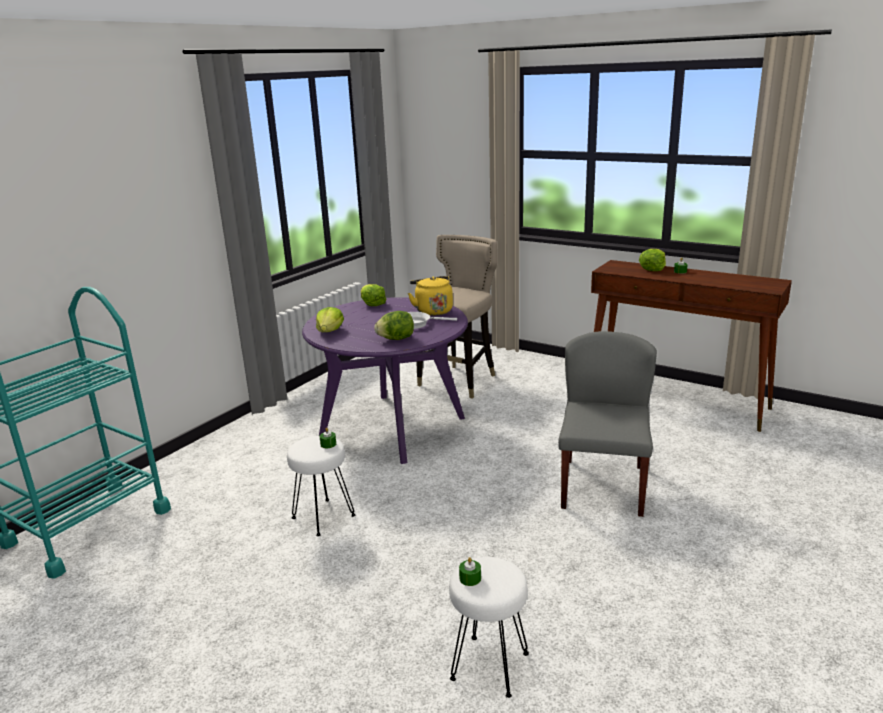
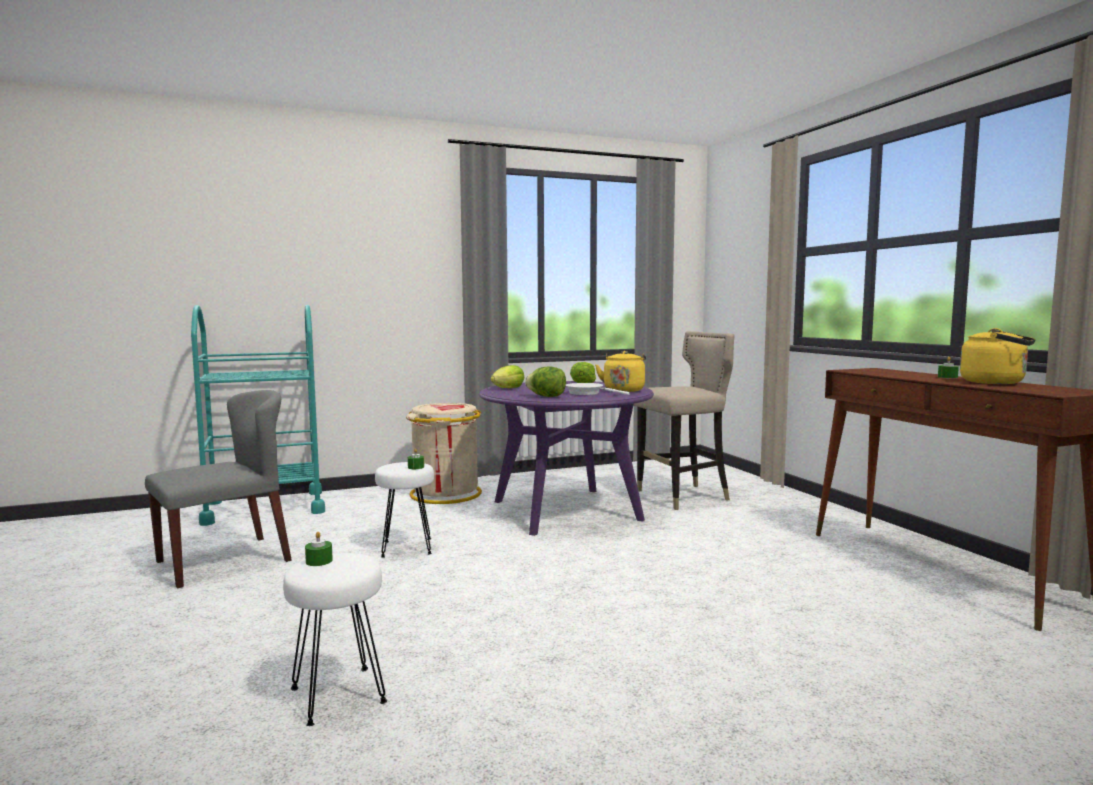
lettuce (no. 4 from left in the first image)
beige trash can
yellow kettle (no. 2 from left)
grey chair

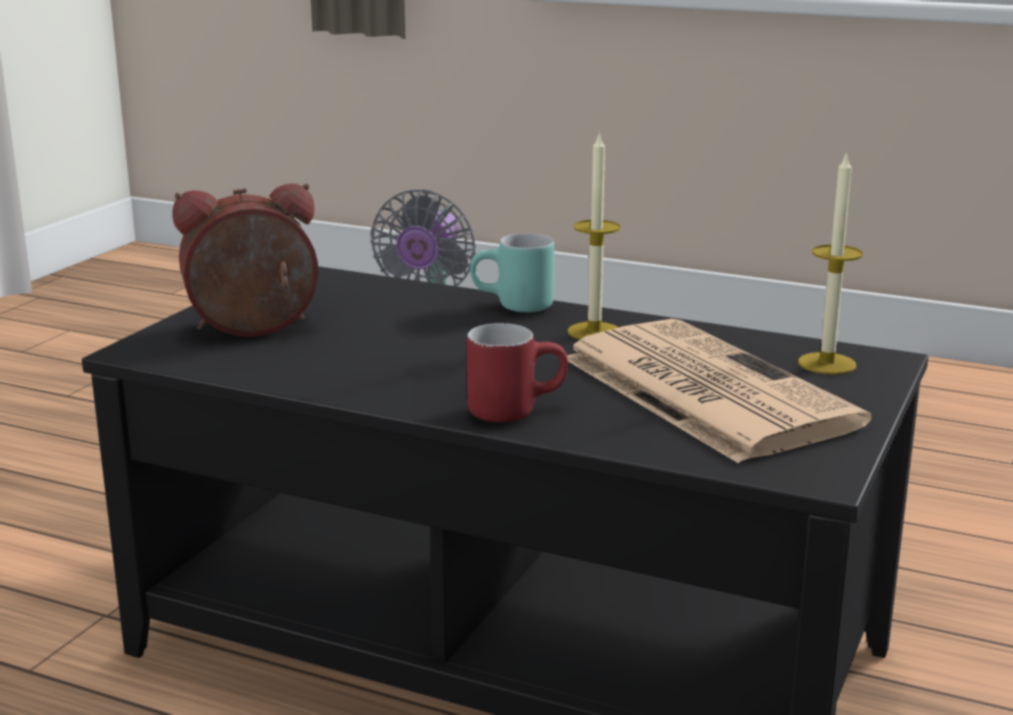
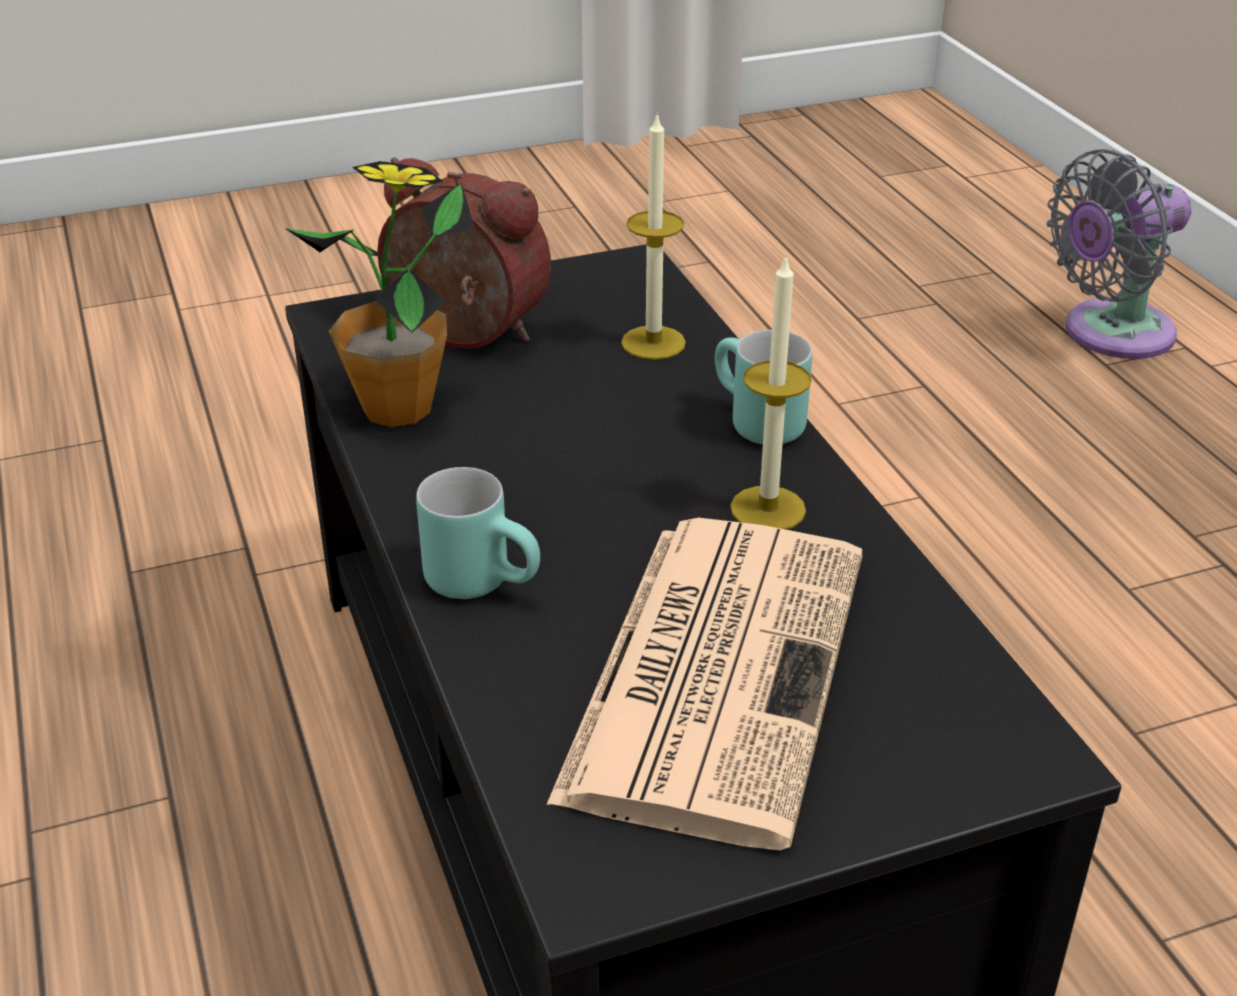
potted plant
candle (no. 1 from left)
turquoise mug (no. 1 from left)

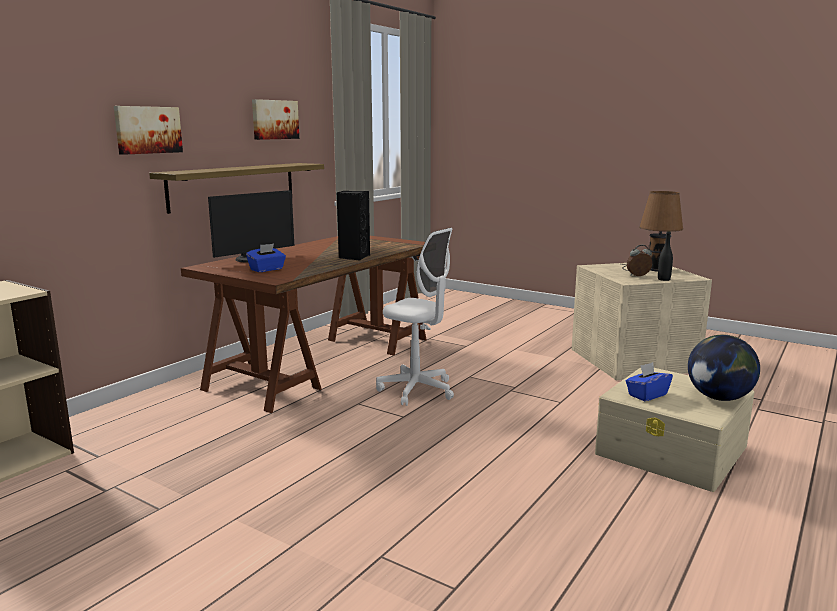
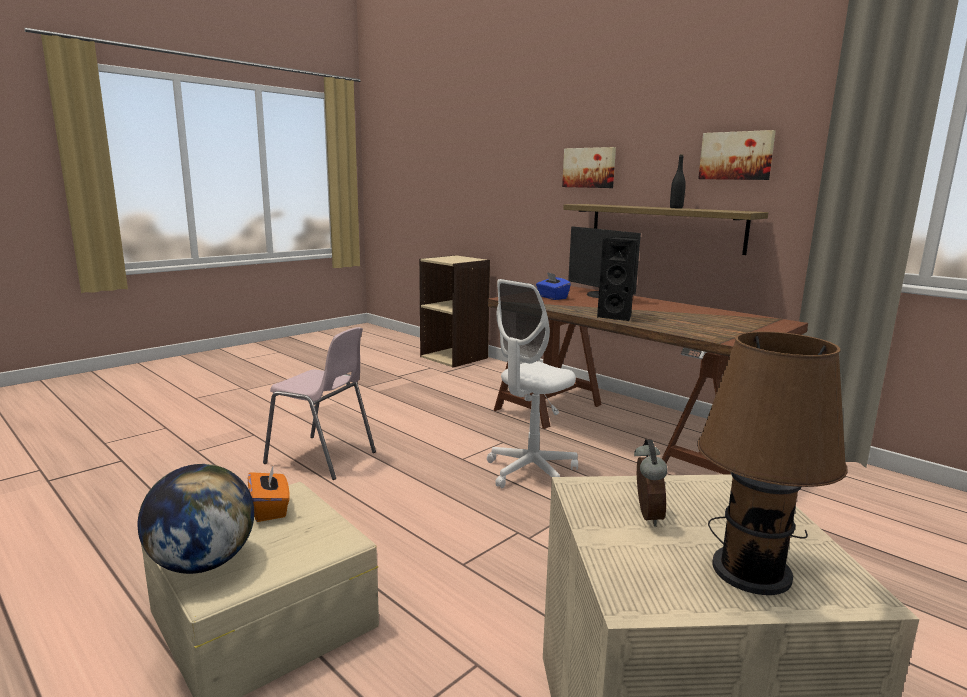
pink chair
black bottle
orange tissue box

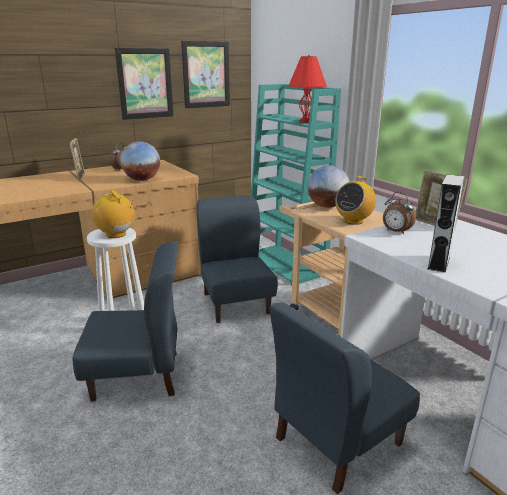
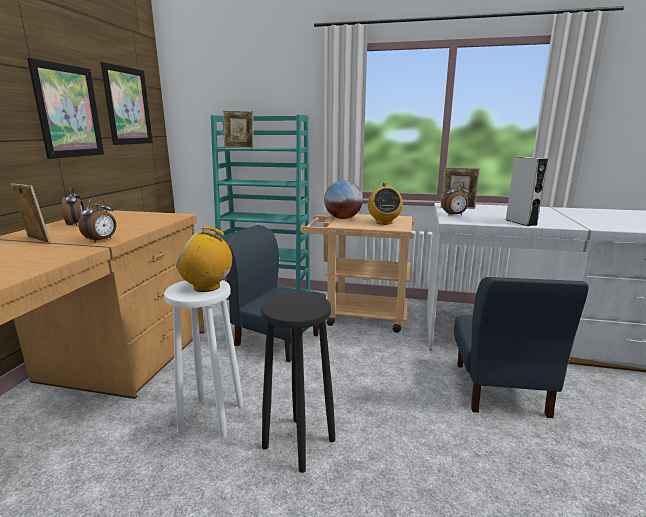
globe (no. 1 from left in the first image)
red table lamp
alarm clock (no. 2 from left)
picture frame (no. 2 from left)
black stool

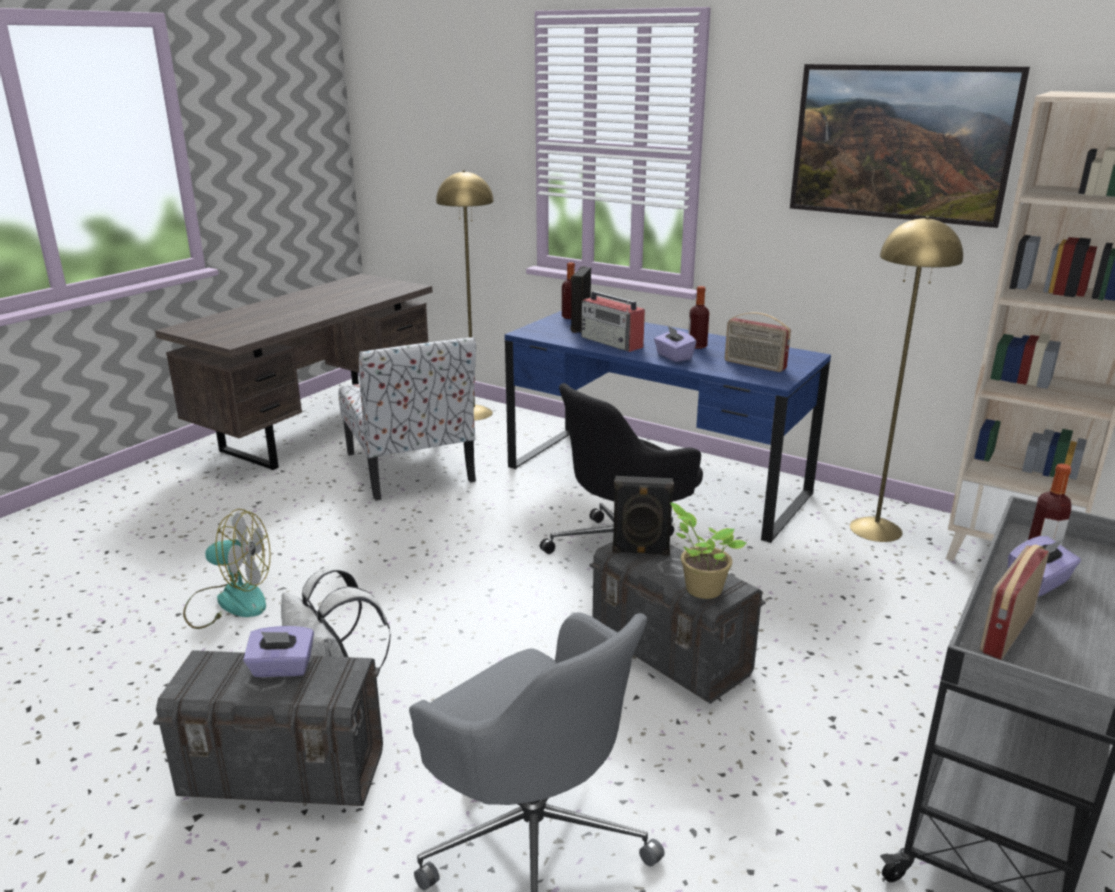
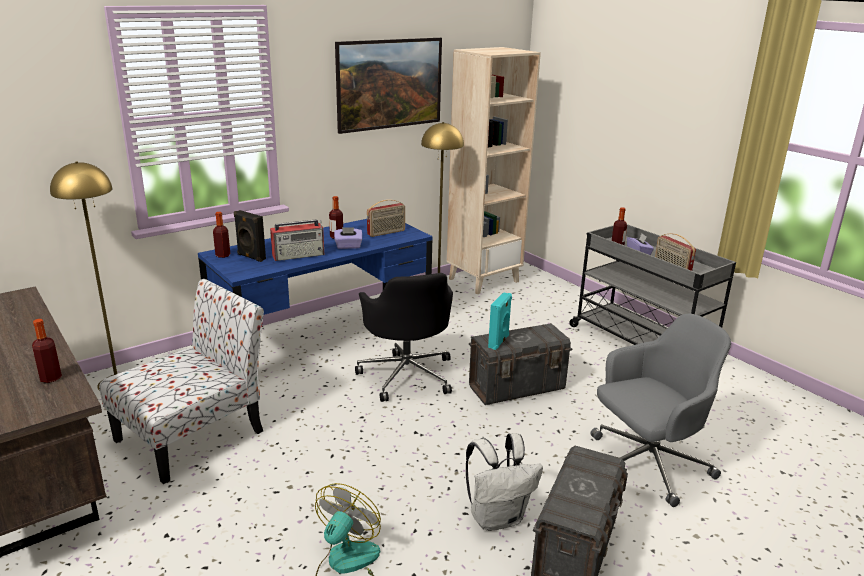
purple tissue box (no. 1 from left in the first image)
potted plant
bottle (no. 1 from left)
turquoise speaker
chair

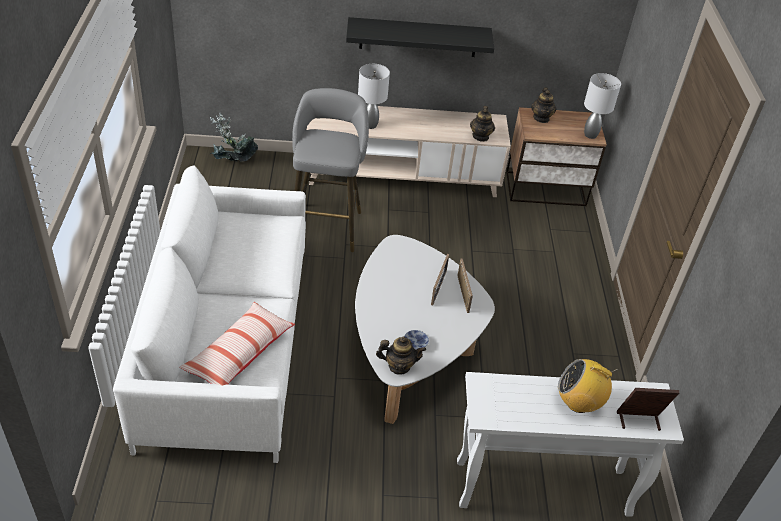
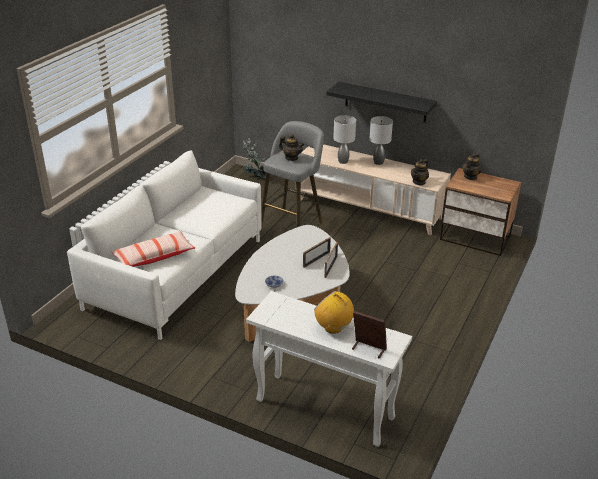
teapot (no. 1 from left)
grey table lamp (no. 2 from left)

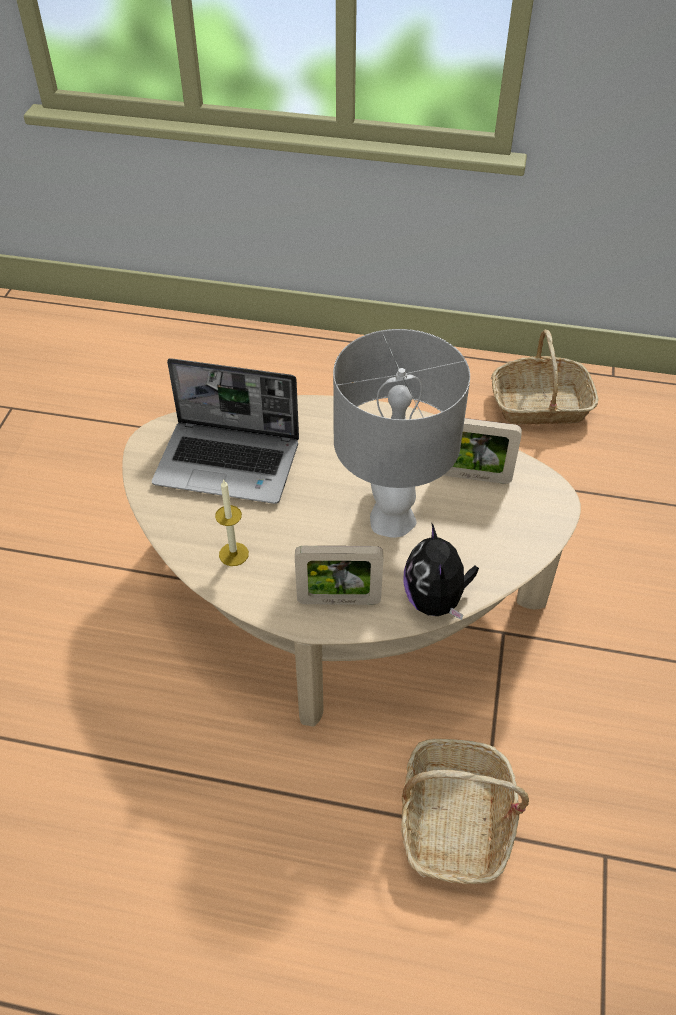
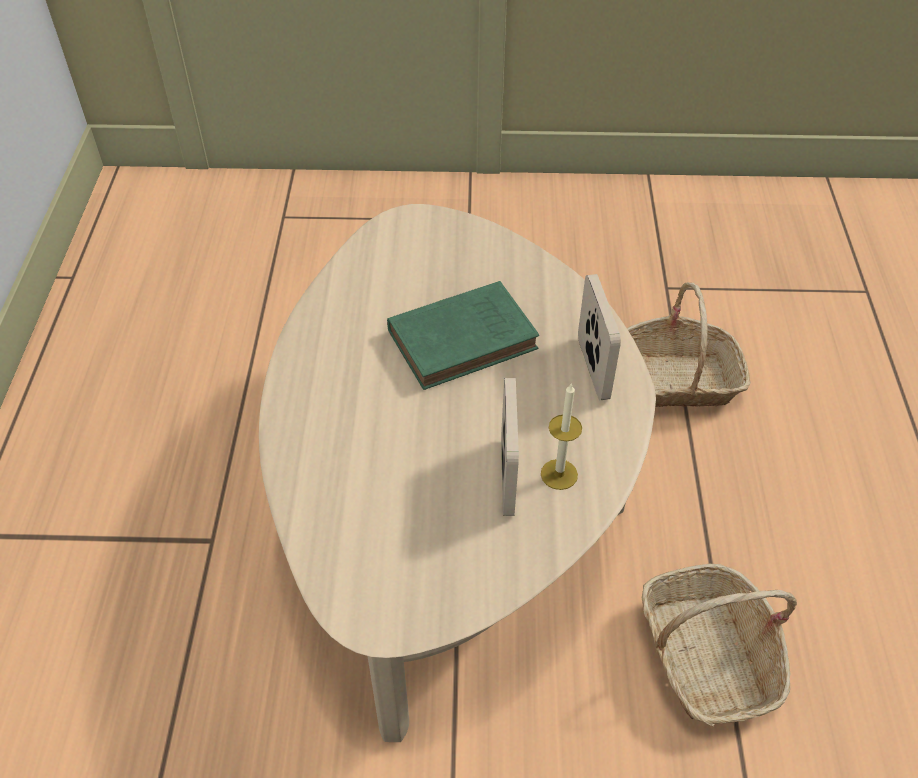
laptop
plush toy
picture frame (no. 1 from left)
basket (no. 2 from left)
green book

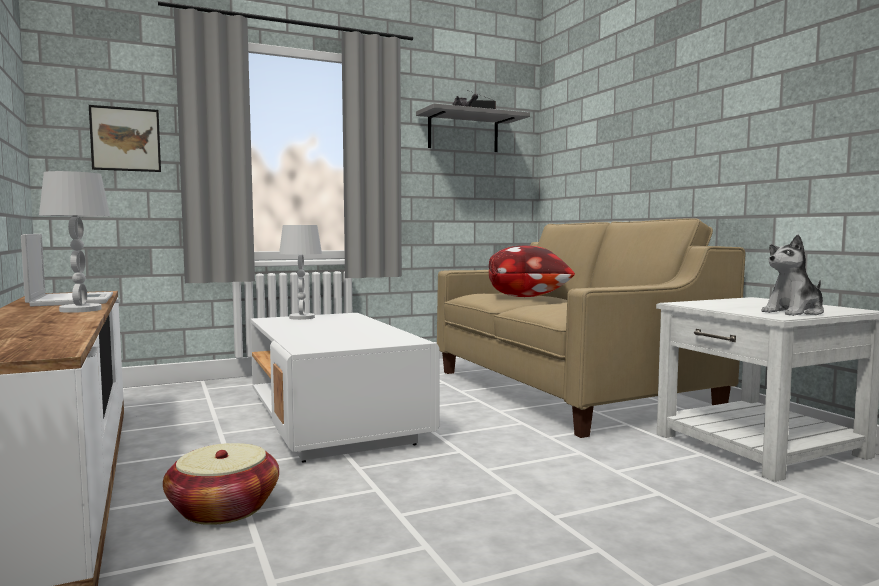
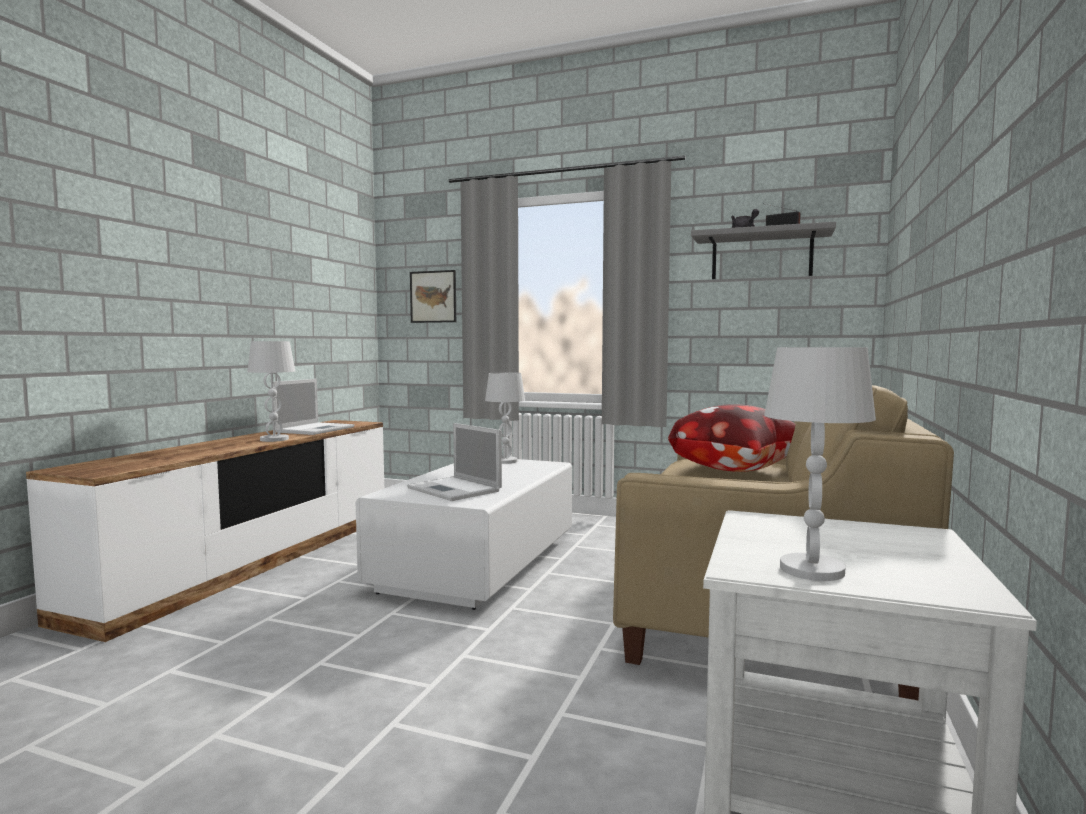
basket
laptop (no. 2 from left)
white table lamp (no. 3 from left)

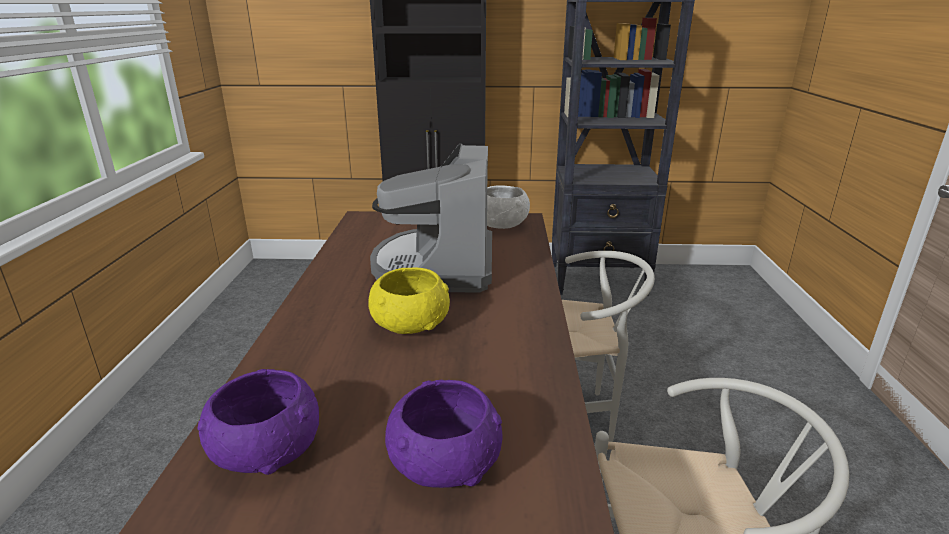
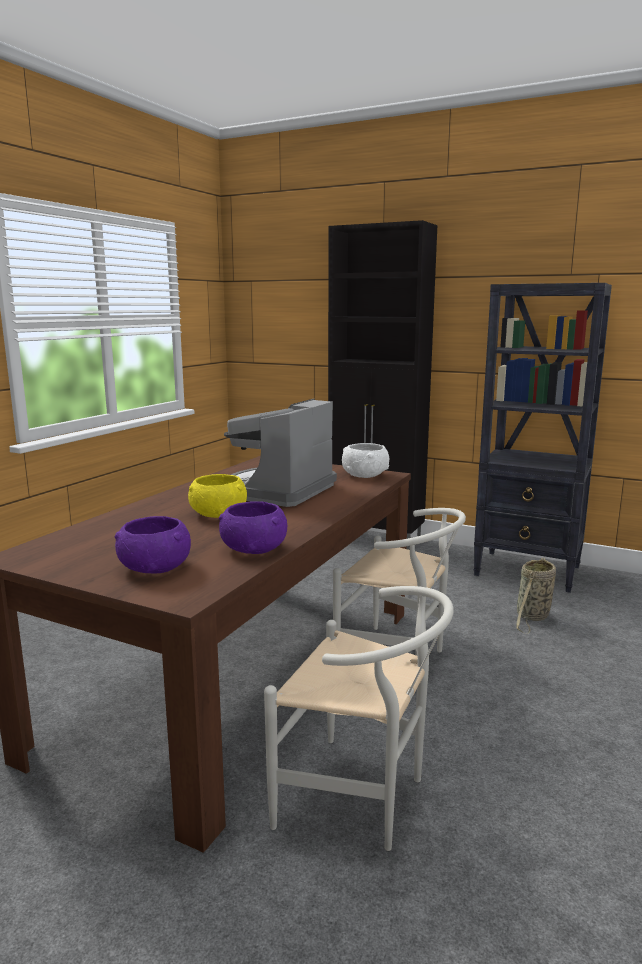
basket
purple bowl (no. 2 from left)

